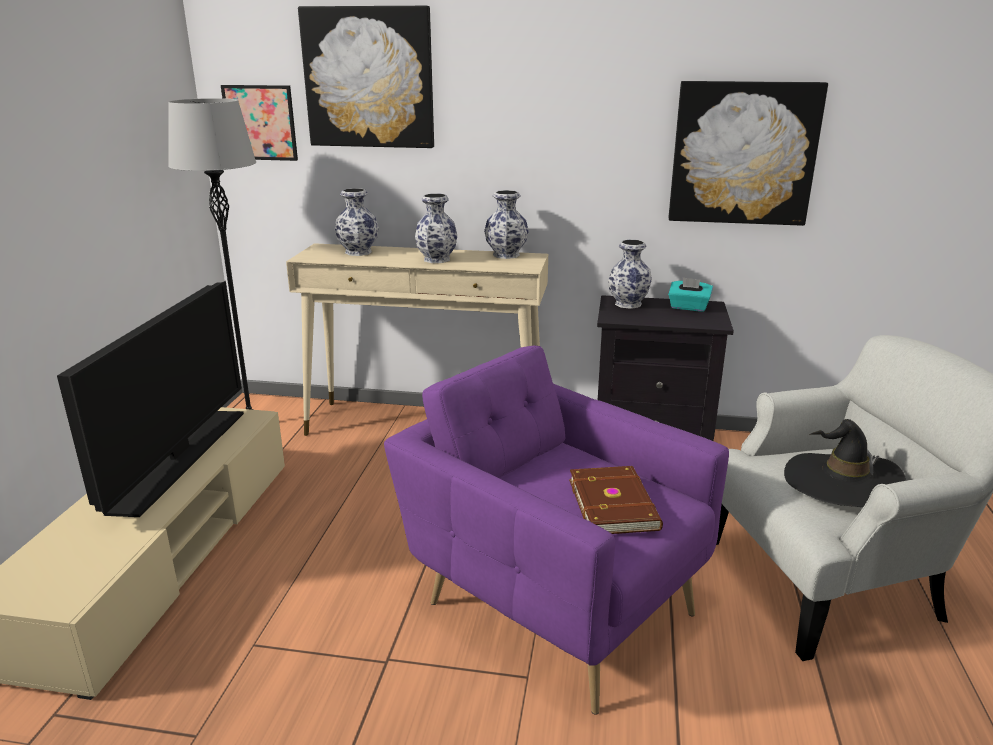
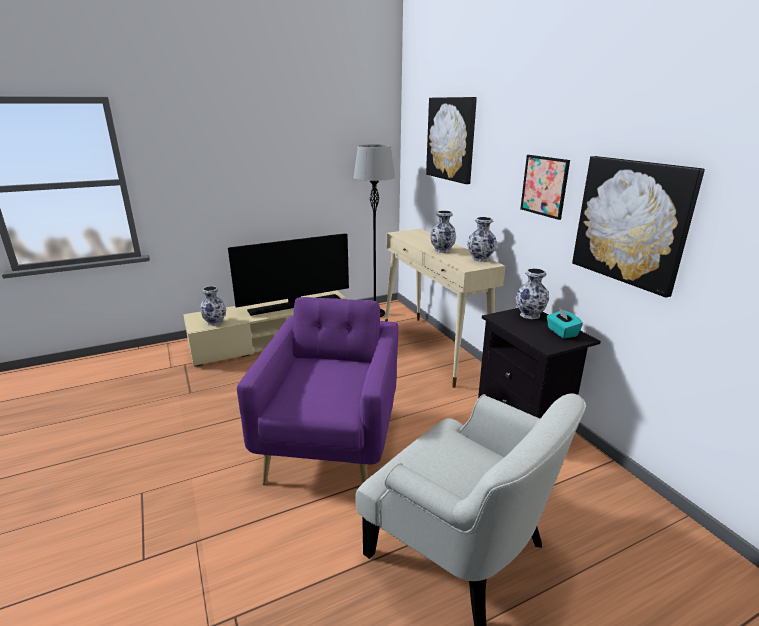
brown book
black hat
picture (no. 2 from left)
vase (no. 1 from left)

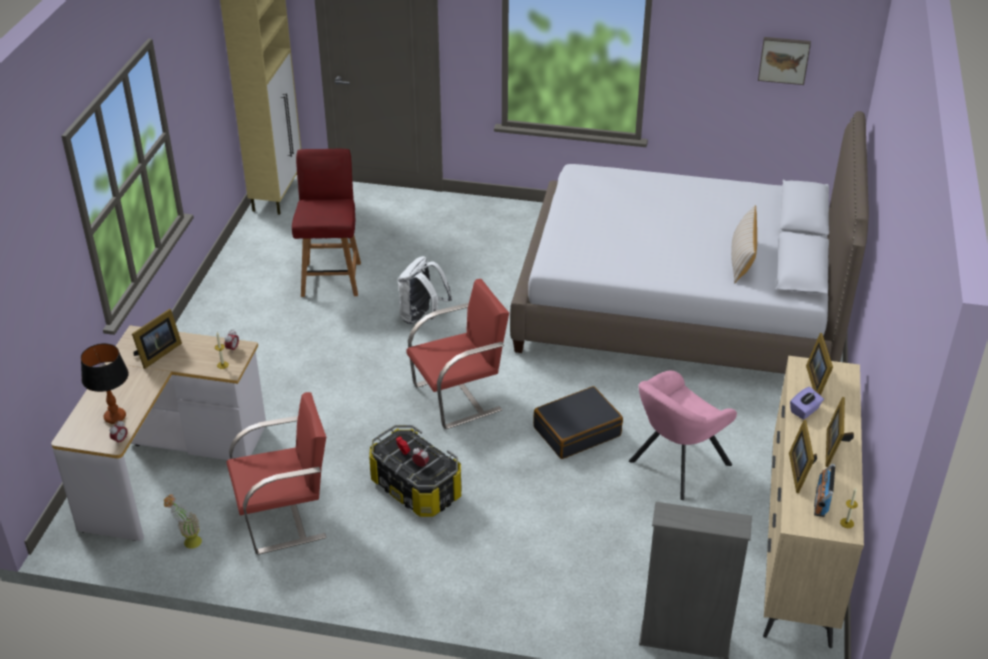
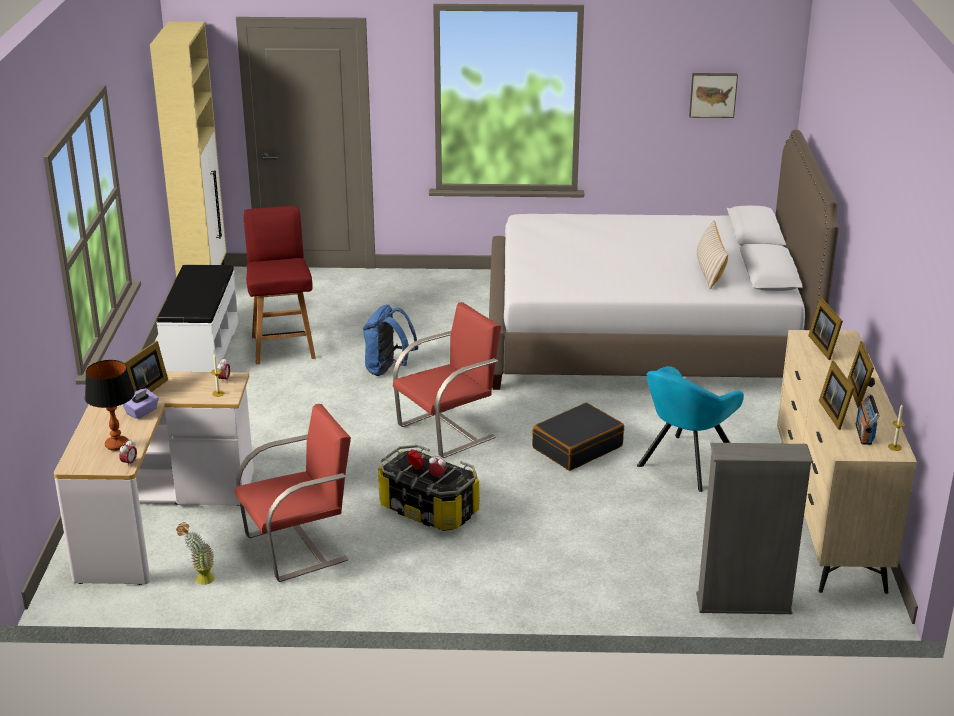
white bench
purple tissue box
blue backpack
turquoise armchair

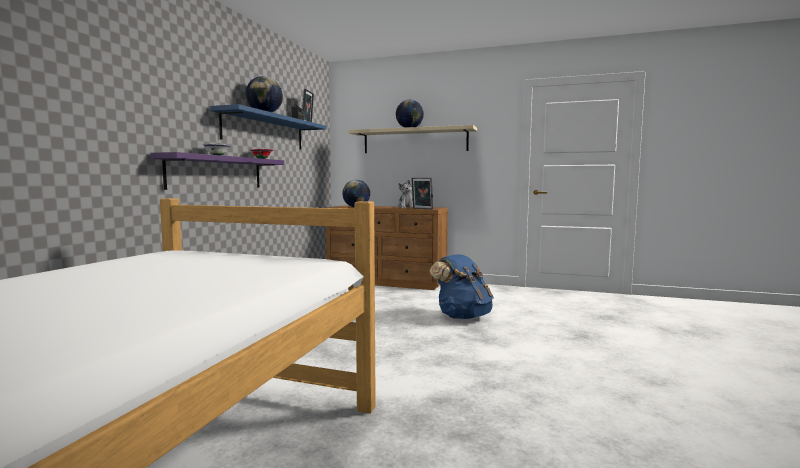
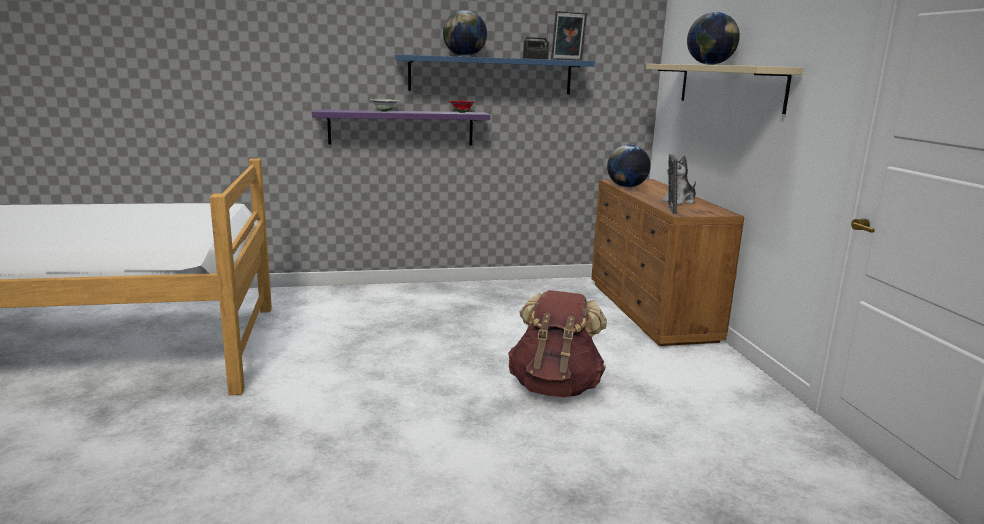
brown backpack

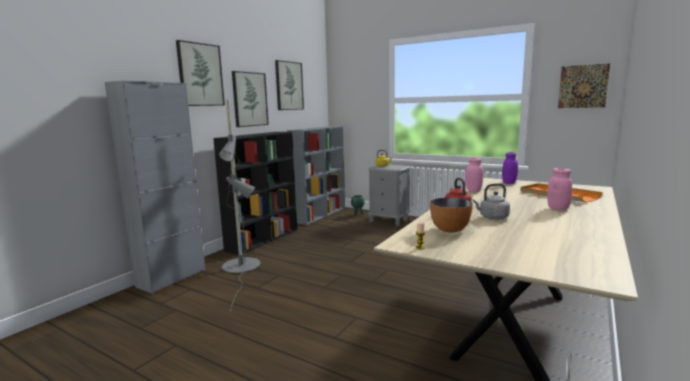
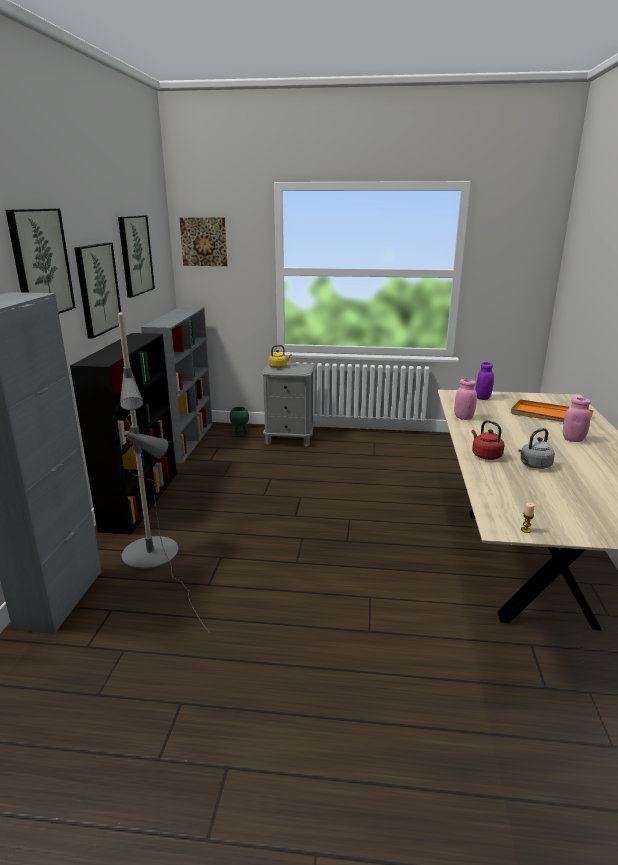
bowl
picture (no. 4 from left)

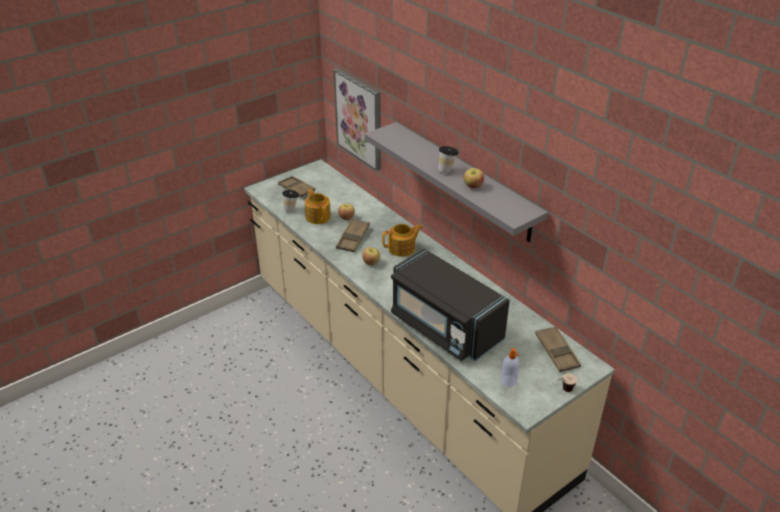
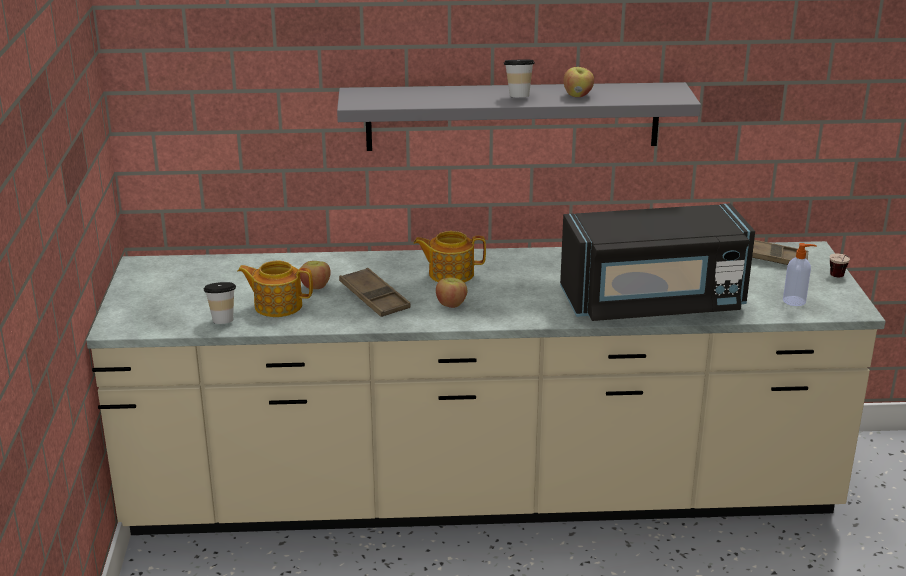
brown tray (no. 1 from left in the first image)
picture
teapot (no. 2 from left)

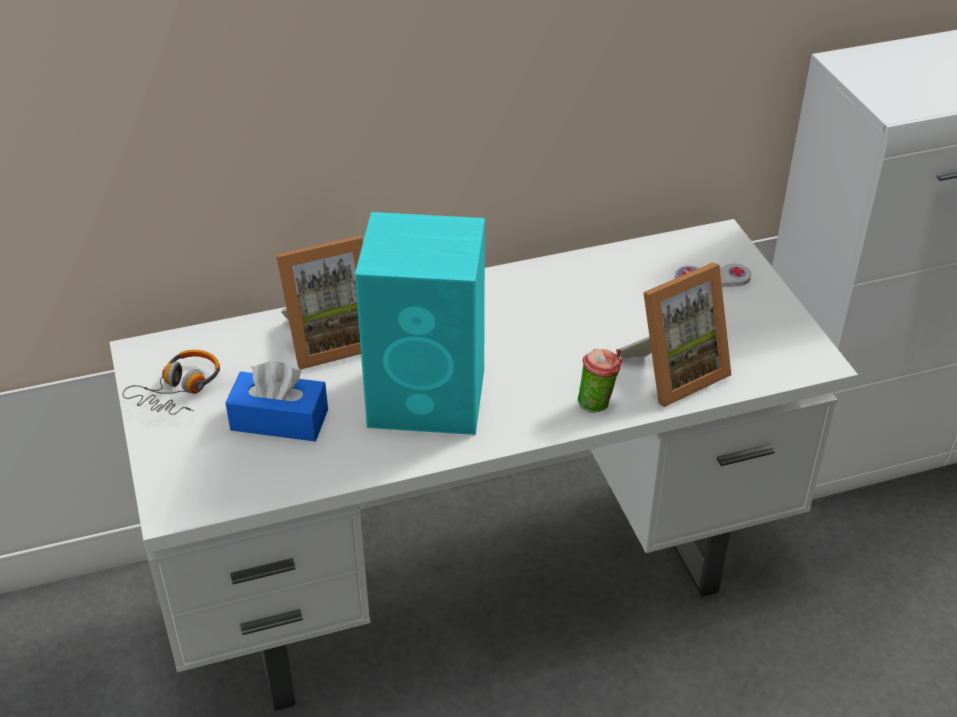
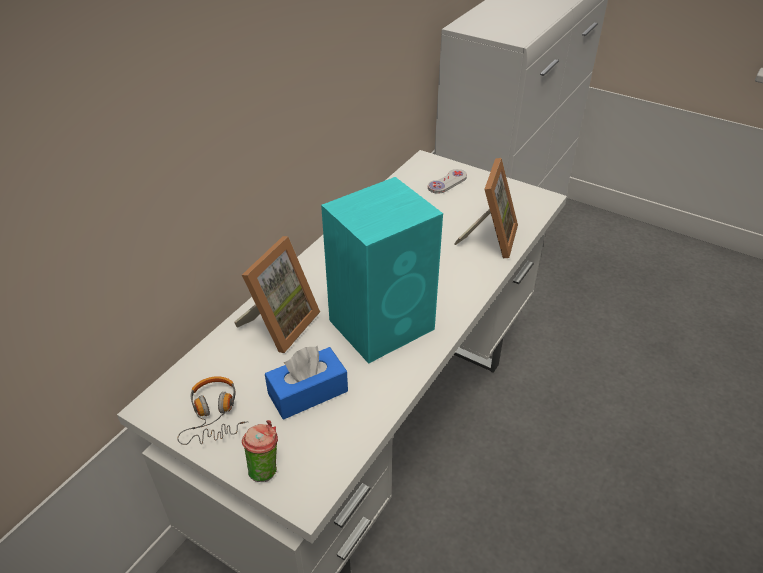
cup

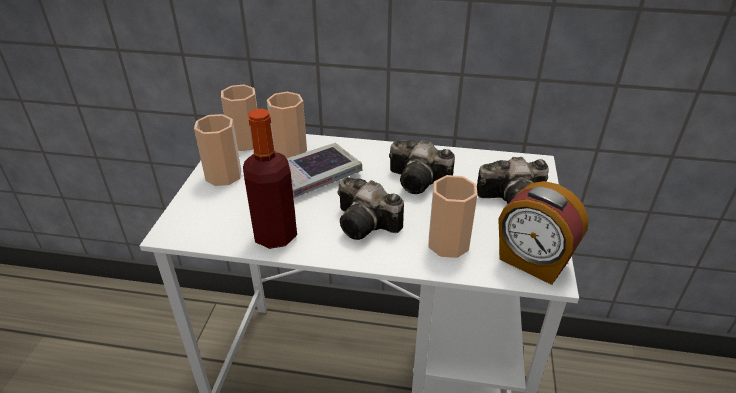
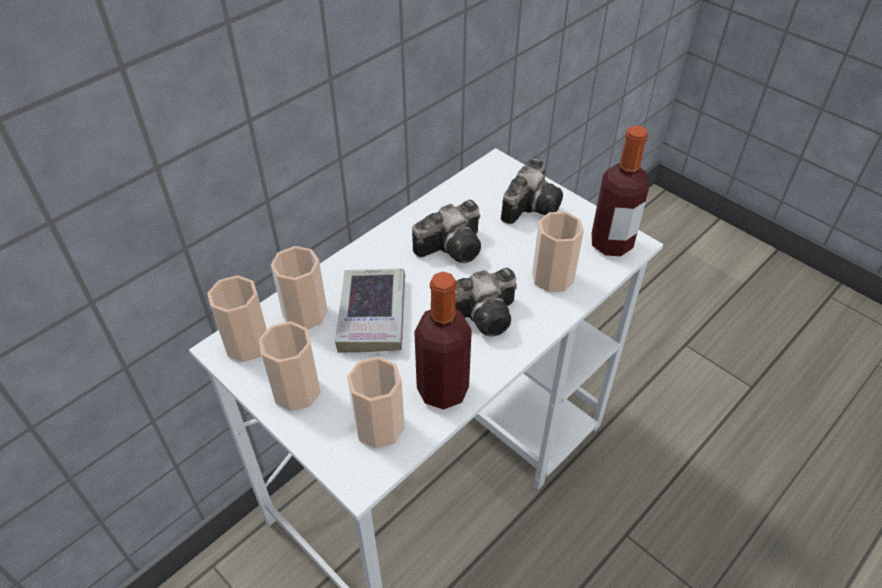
cup (no. 4 from left)
bottle (no. 2 from left)

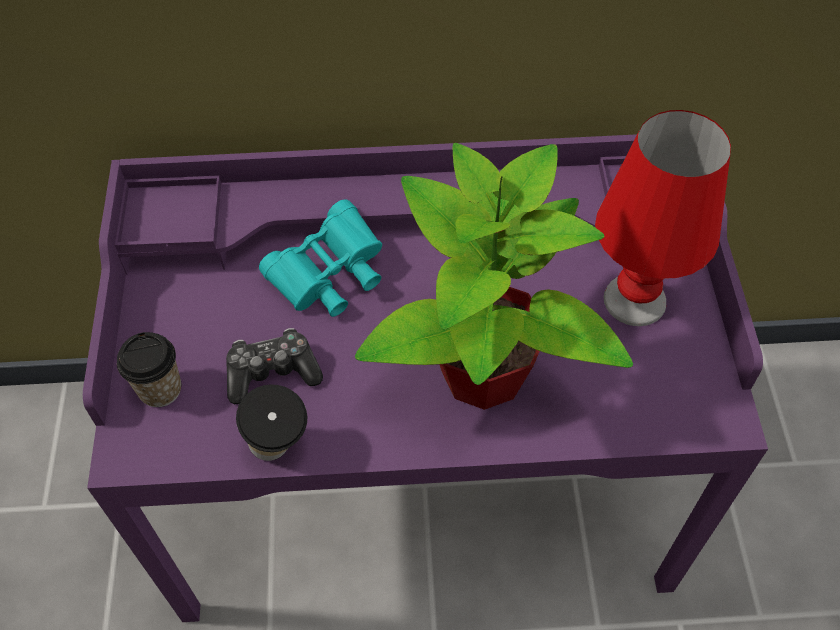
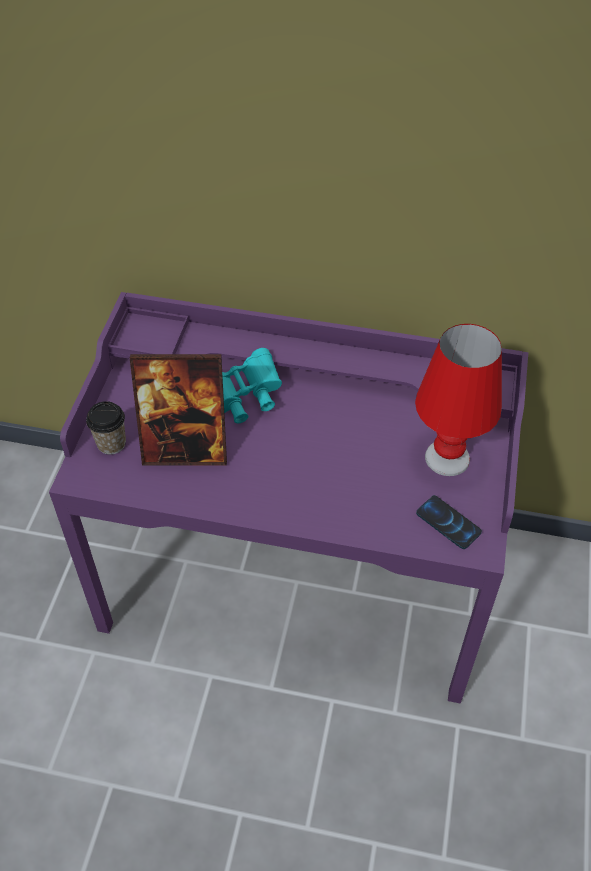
cup (no. 2 from left in the first image)
potted plant
phone
picture frame

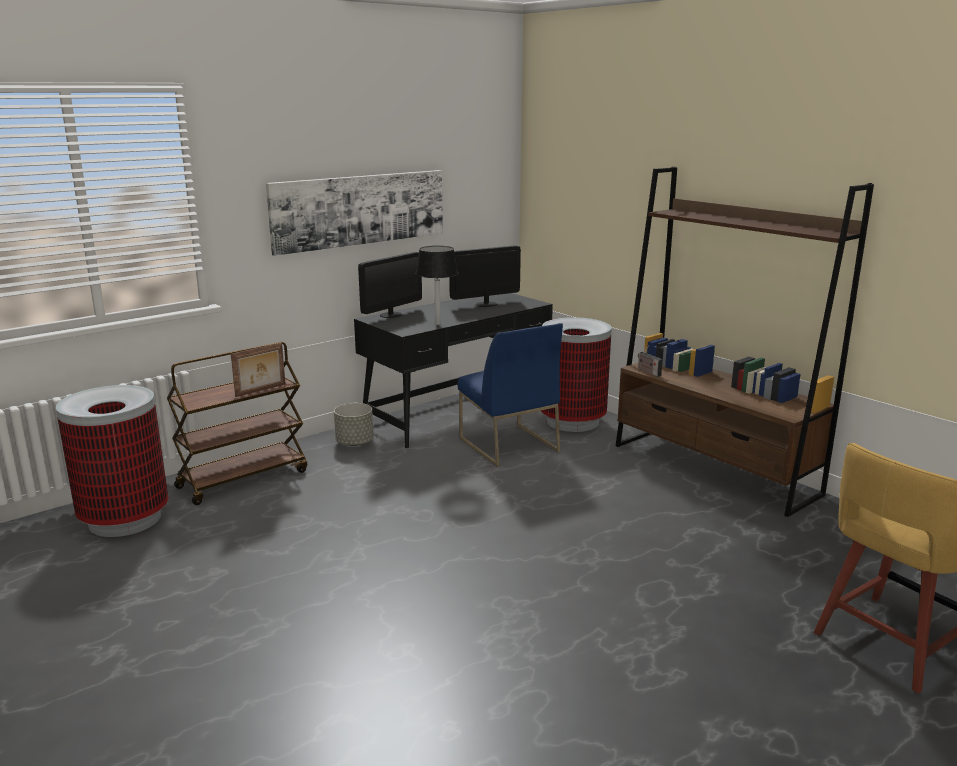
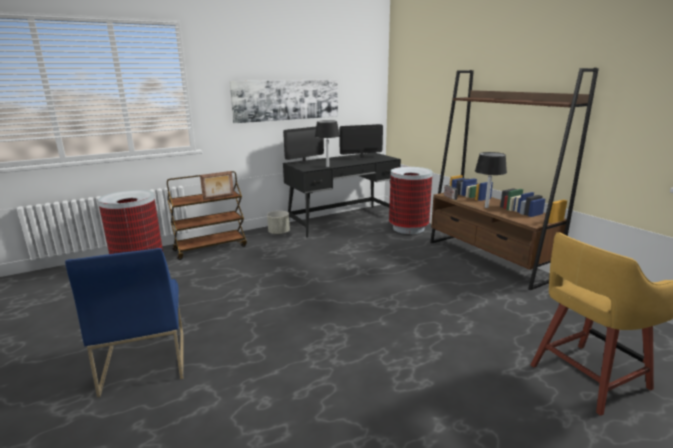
black table lamp (no. 2 from left)
blue chair

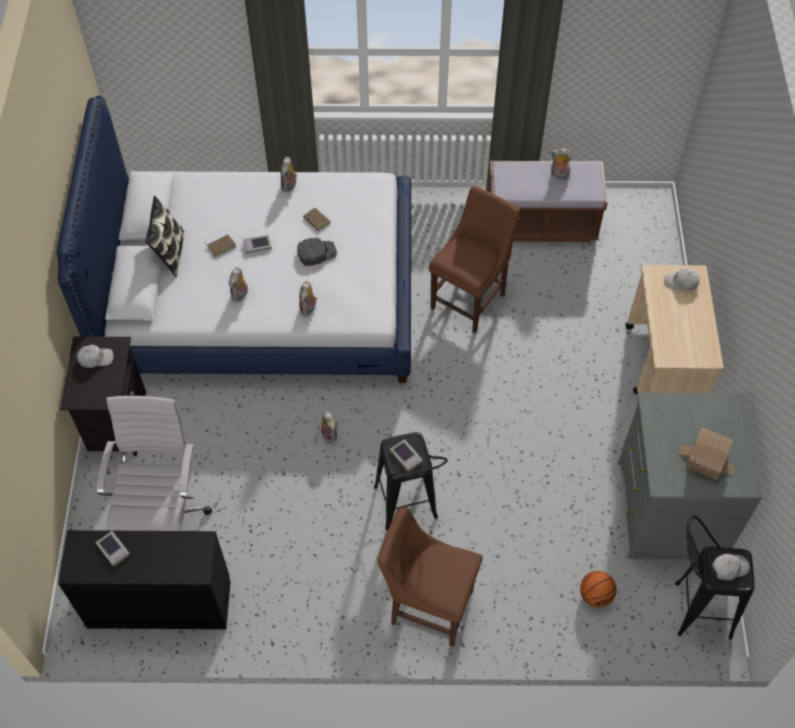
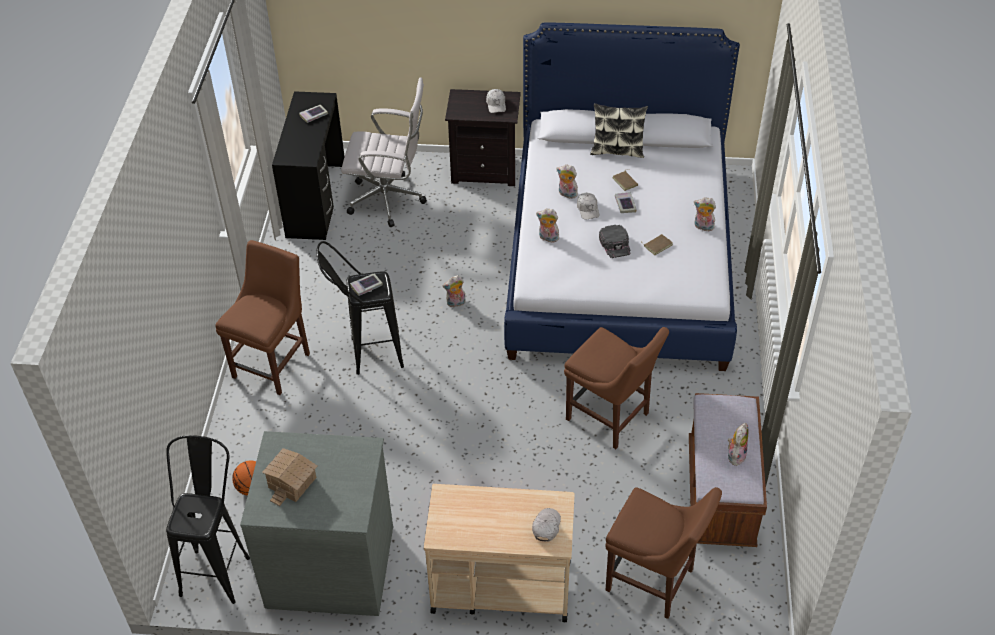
brown chair (no. 3 from left)
white cap (no. 3 from left)

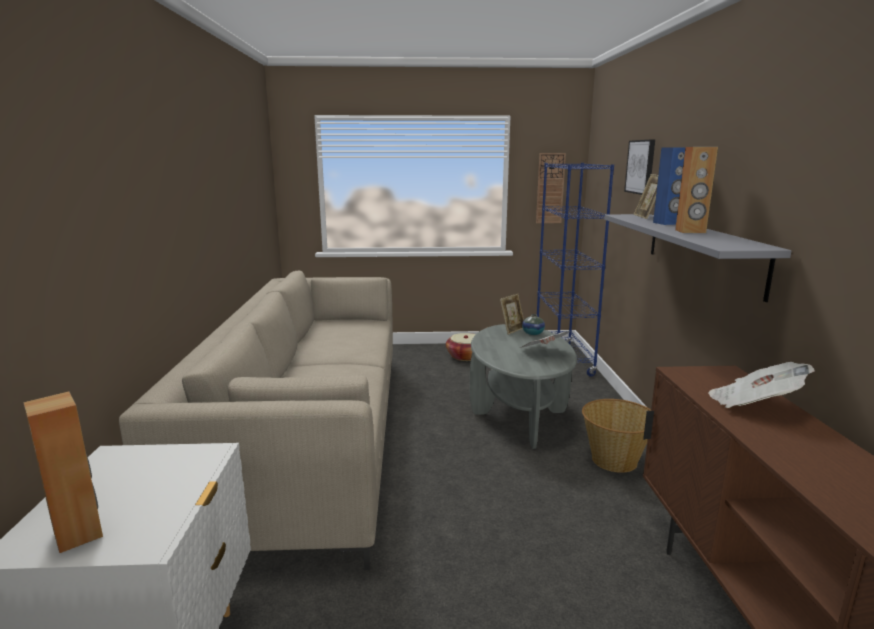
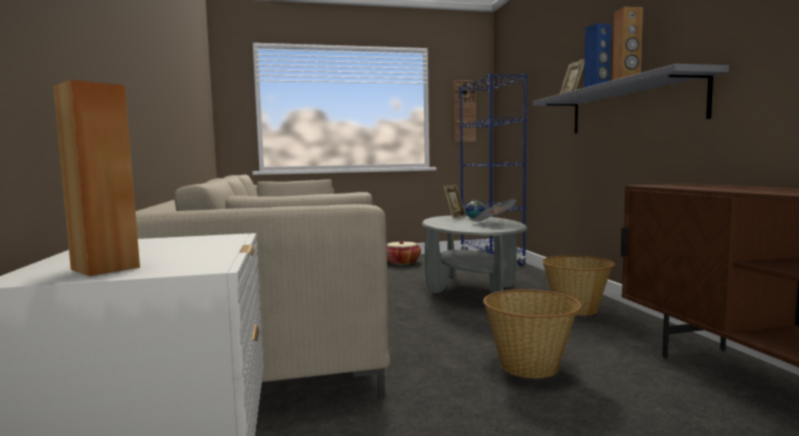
picture
newspaper (no. 2 from left in the first image)
basket (no. 2 from left)

